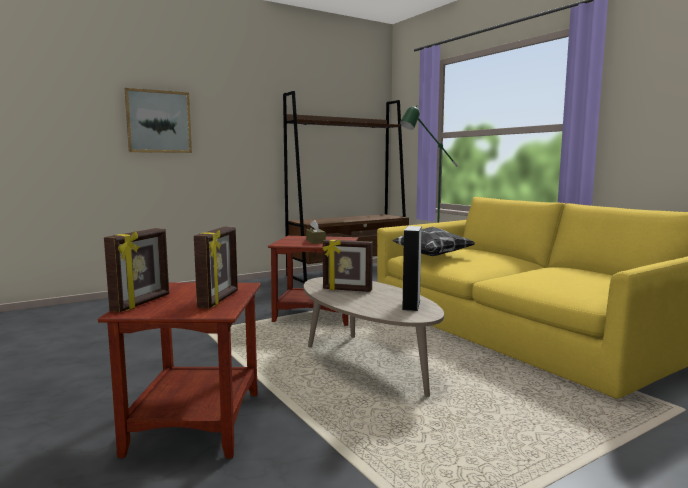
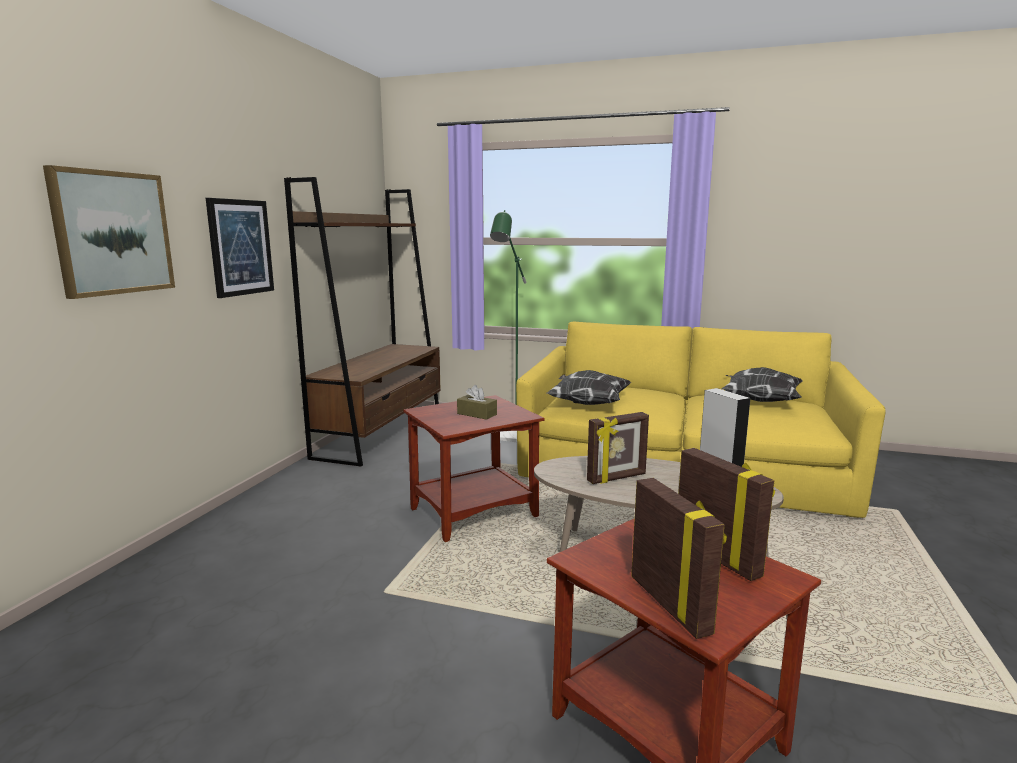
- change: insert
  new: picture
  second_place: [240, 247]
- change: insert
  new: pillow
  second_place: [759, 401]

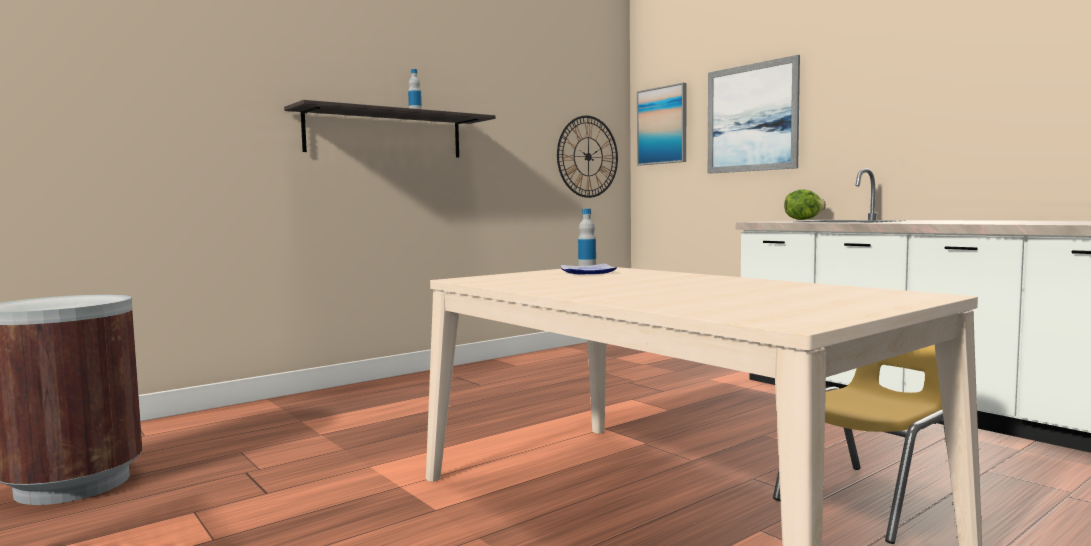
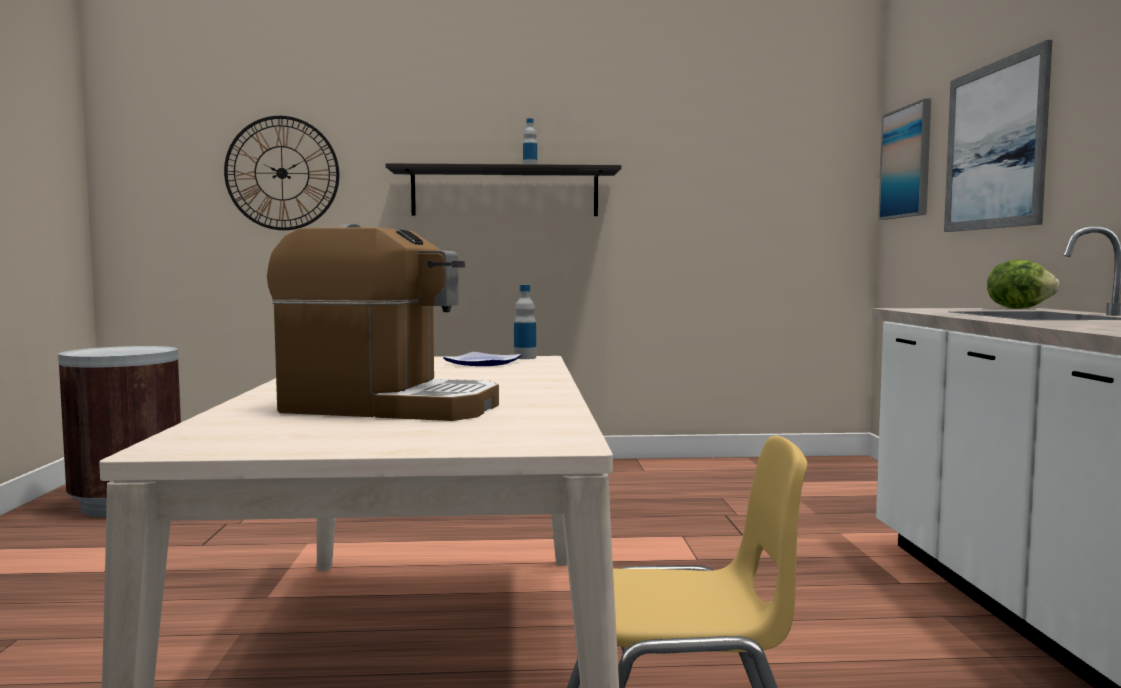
- change: move
  old: wall clock
  first_place: [588, 156]
  second_place: [282, 173]
- change: insert
  new: coffee machine
  second_place: [389, 407]

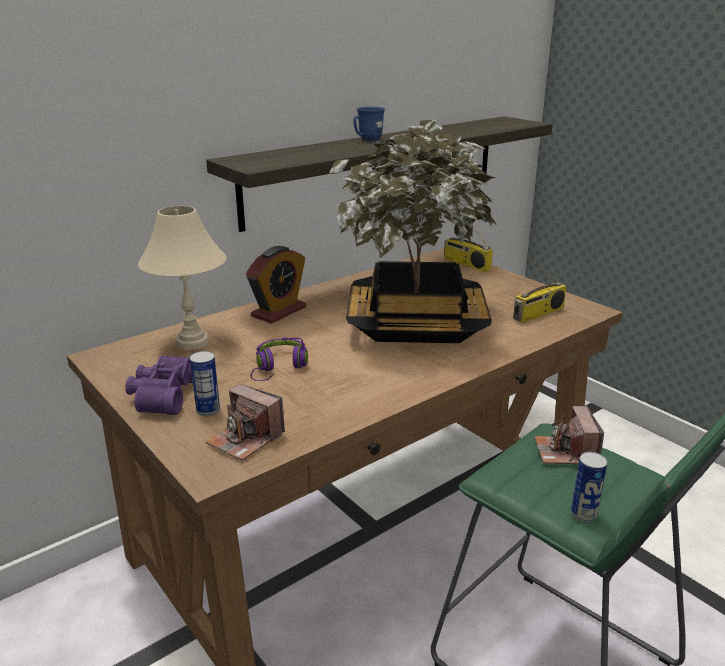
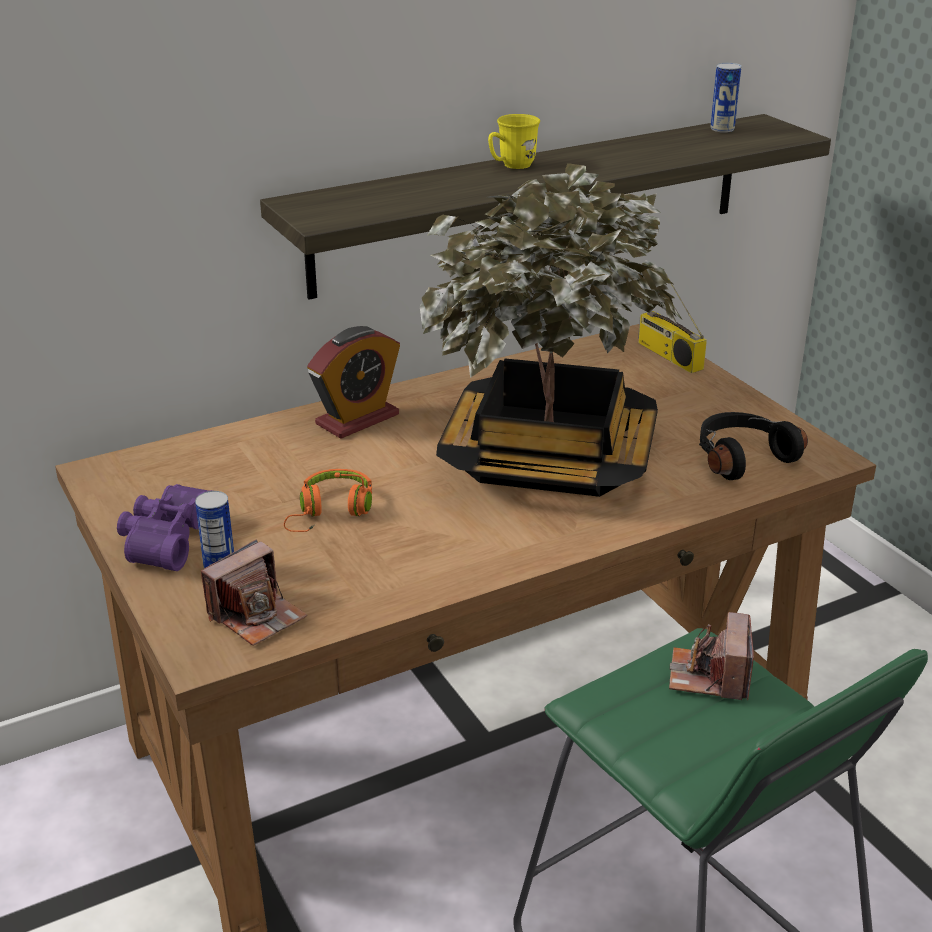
- change: delete
  old: beige table lamp
  first_place: [192, 343]
- change: rotate
  old: photo camera
  first_place: [245, 439]
  second_place: [257, 616]
  degrees: -90
- change: recolor
  old: purple headphones
  new: orange headphones
  first_place: [279, 367]
  second_place: [331, 512]
- change: recolor
  old: blue mug
  new: yellow mug
  first_place: [367, 140]
  second_place: [511, 166]
- change: replace
  old: radio
  new: black headphones
  first_place: [538, 314]
  second_place: [741, 457]
- change: move
  old: can
  first_place: [583, 514]
  second_place: [722, 129]

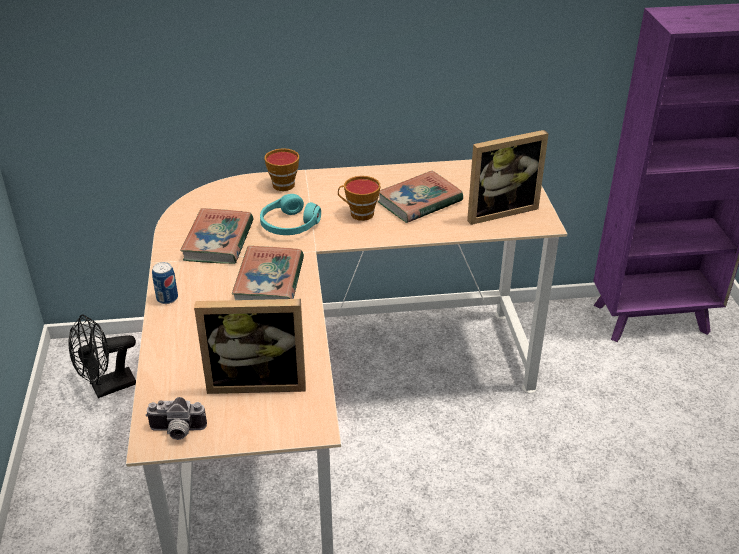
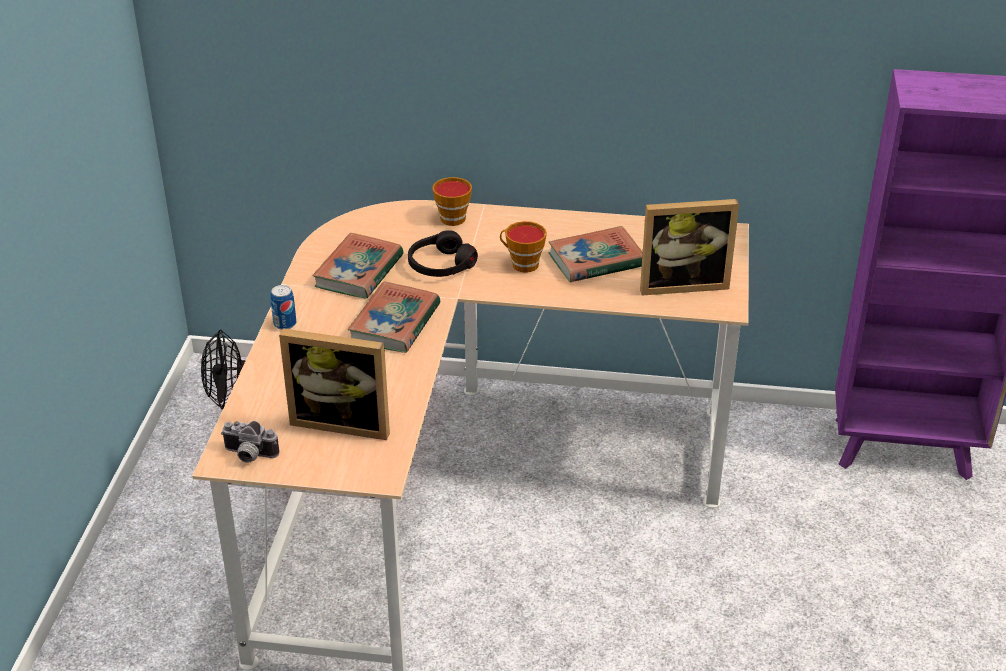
- change: recolor
  old: turquoise headphones
  new: black headphones
  first_place: [289, 225]
  second_place: [440, 265]

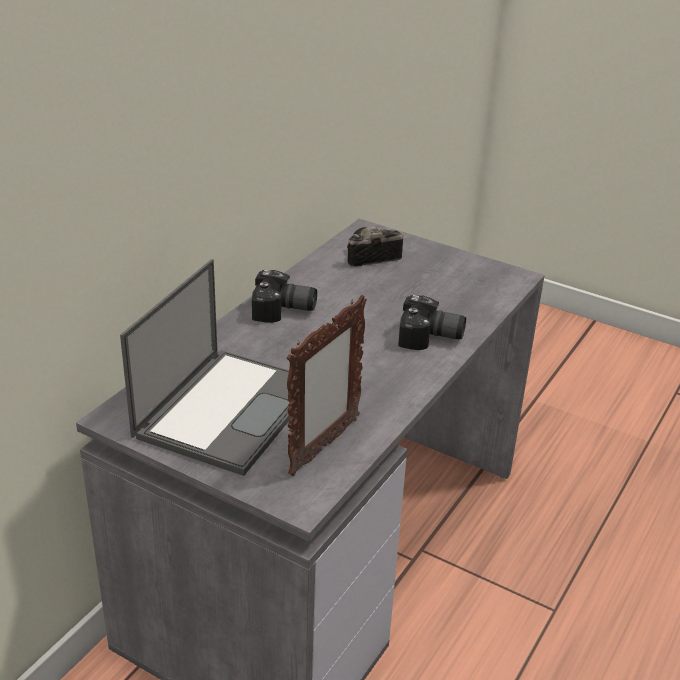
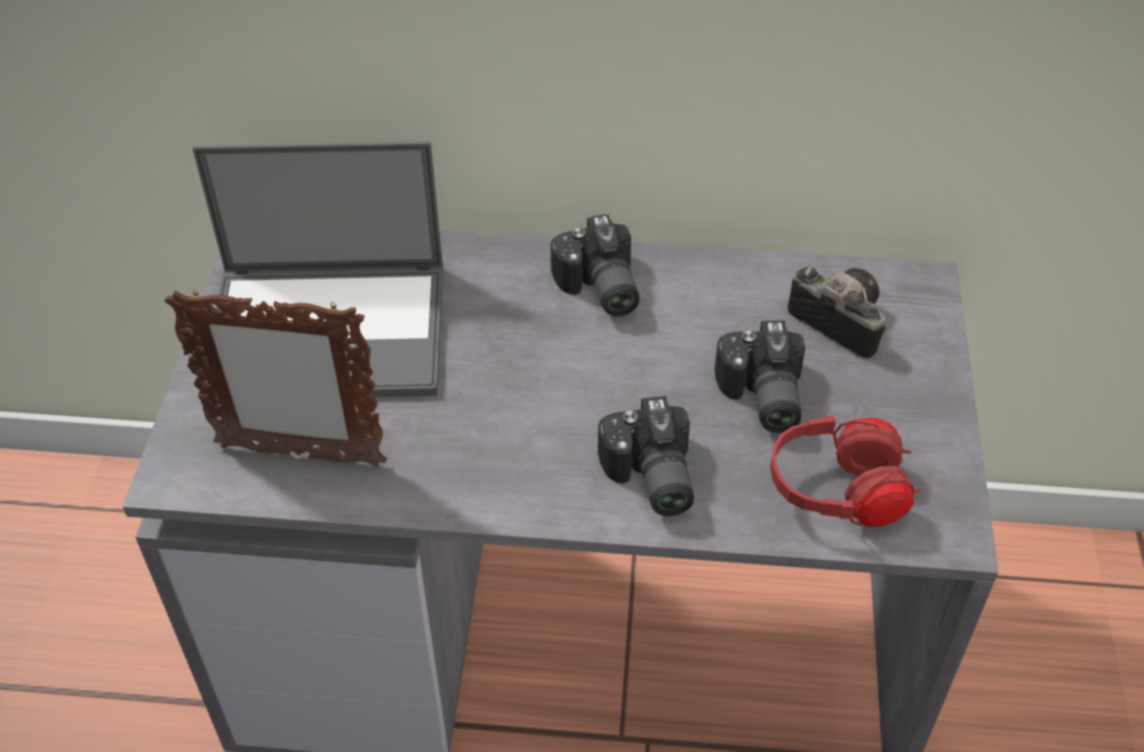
- change: insert
  new: photo camera
  second_place: [760, 397]
- change: insert
  new: red headphones
  second_place: [838, 494]

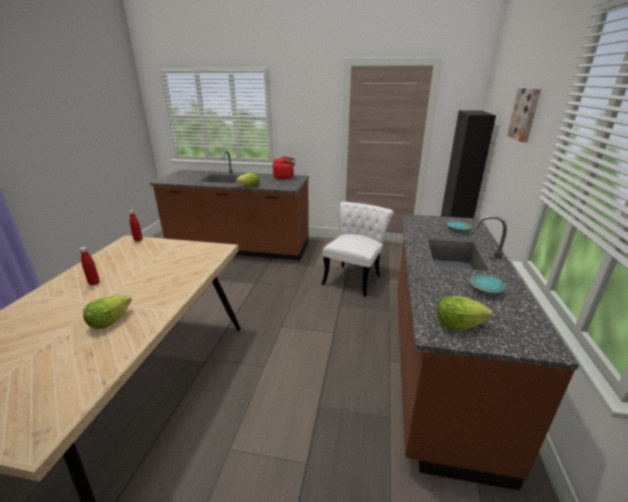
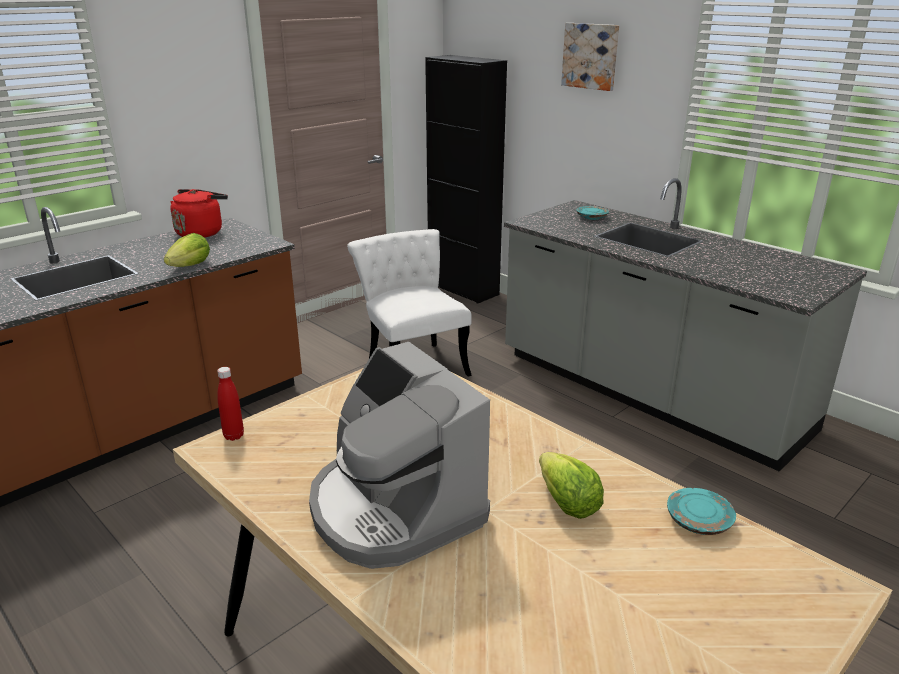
- change: replace
  old: red bottle
  new: coffee machine
  first_place: [94, 283]
  second_place: [393, 509]
- change: recolor
  old: brown counter
  new: grey counter
  first_place: [437, 366]
  second_place: [648, 393]
- change: delete
  old: lettuce
  first_place: [458, 324]
- change: move
  old: turquoise plate
  first_place: [485, 290]
  second_place: [699, 521]

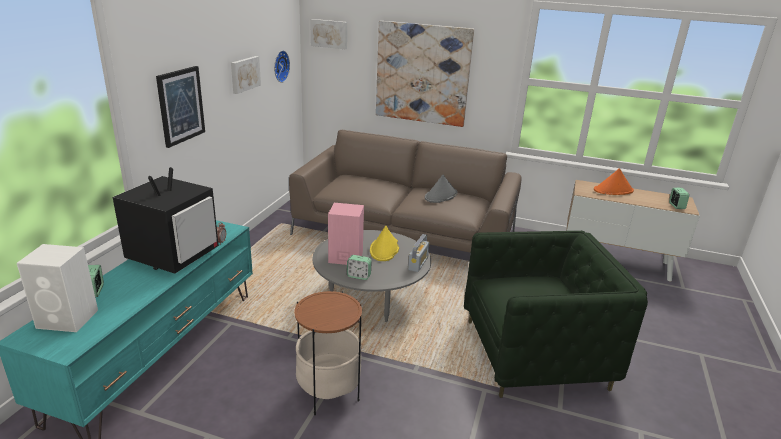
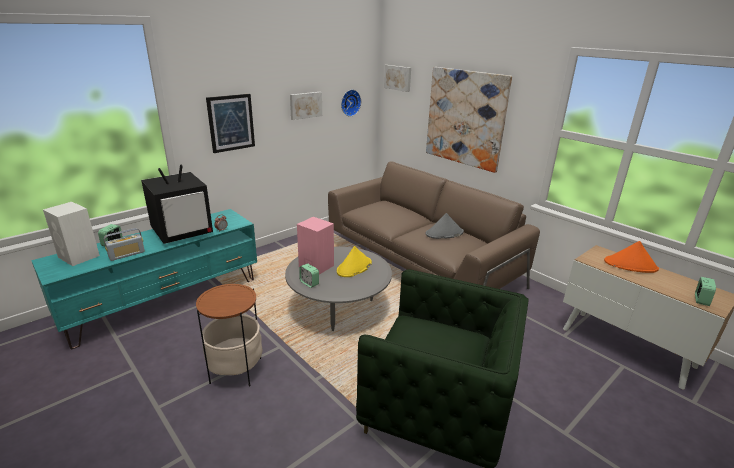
- change: move
  old: radio
  first_place: [418, 263]
  second_place: [127, 254]

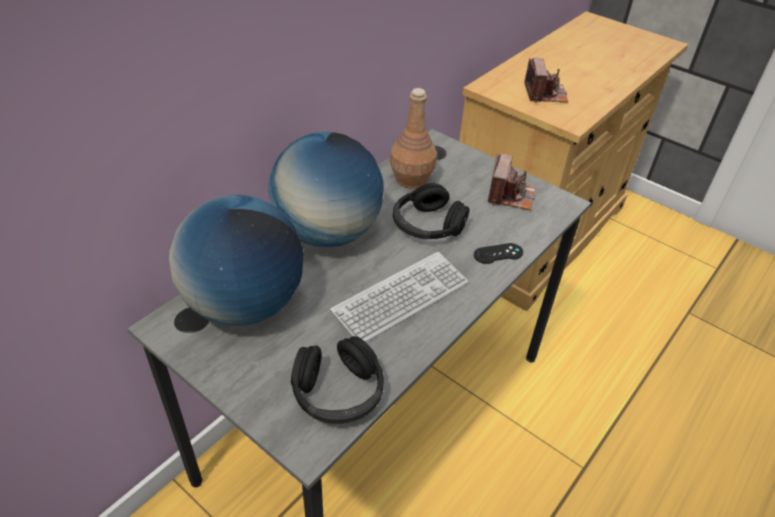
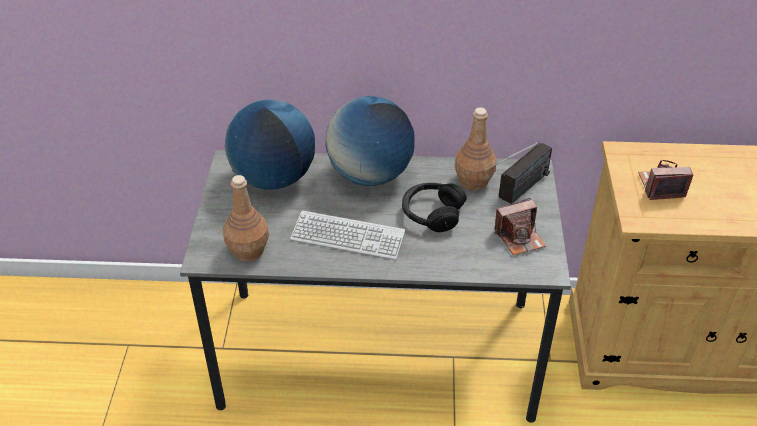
- change: replace
  old: black headphones
  new: brown bottle
  first_place: [338, 392]
  second_place: [247, 250]
- change: delete
  old: black game controller
  first_place: [498, 254]
- change: rotate
  old: photo camera
  first_place: [545, 94]
  second_place: [660, 187]
  degrees: -150
- change: insert
  new: radio
  second_place: [515, 194]

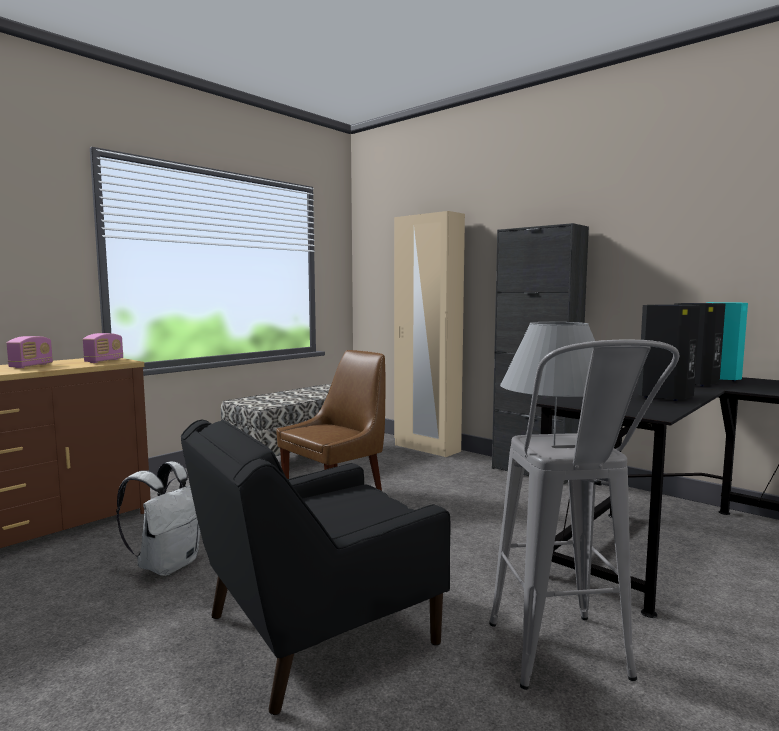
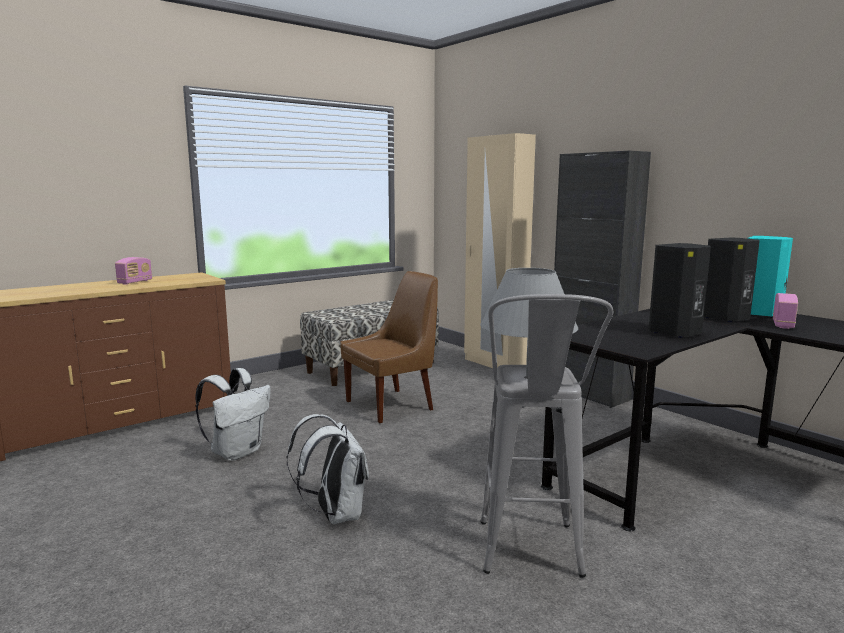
- change: move
  old: radio
  first_place: [104, 361]
  second_place: [783, 324]
- change: replace
  old: black armchair
  new: white backpack
  first_place: [314, 632]
  second_place: [335, 514]

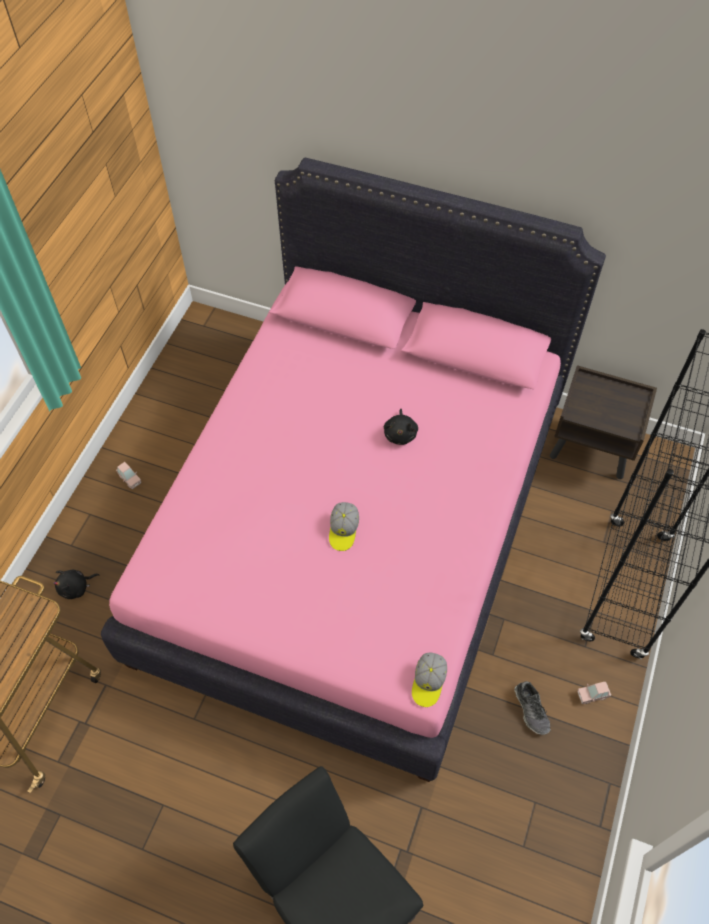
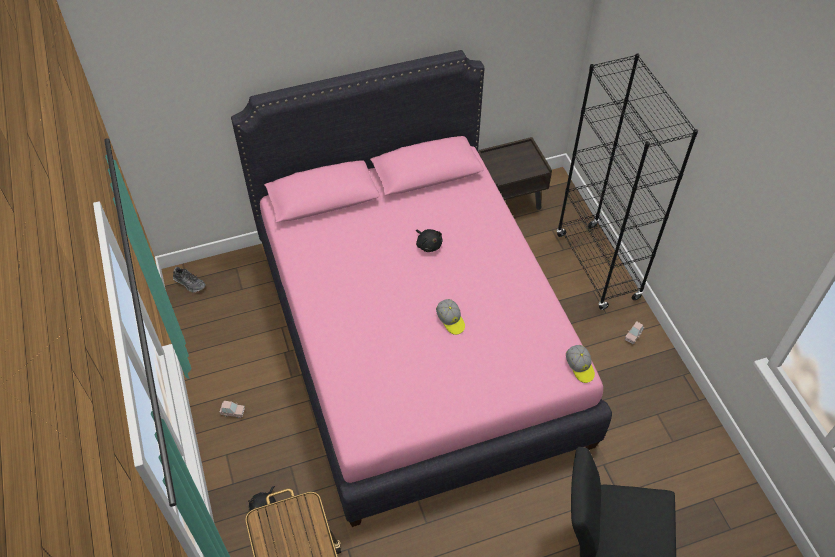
- change: move
  old: shoe
  first_place: [531, 710]
  second_place: [189, 283]

